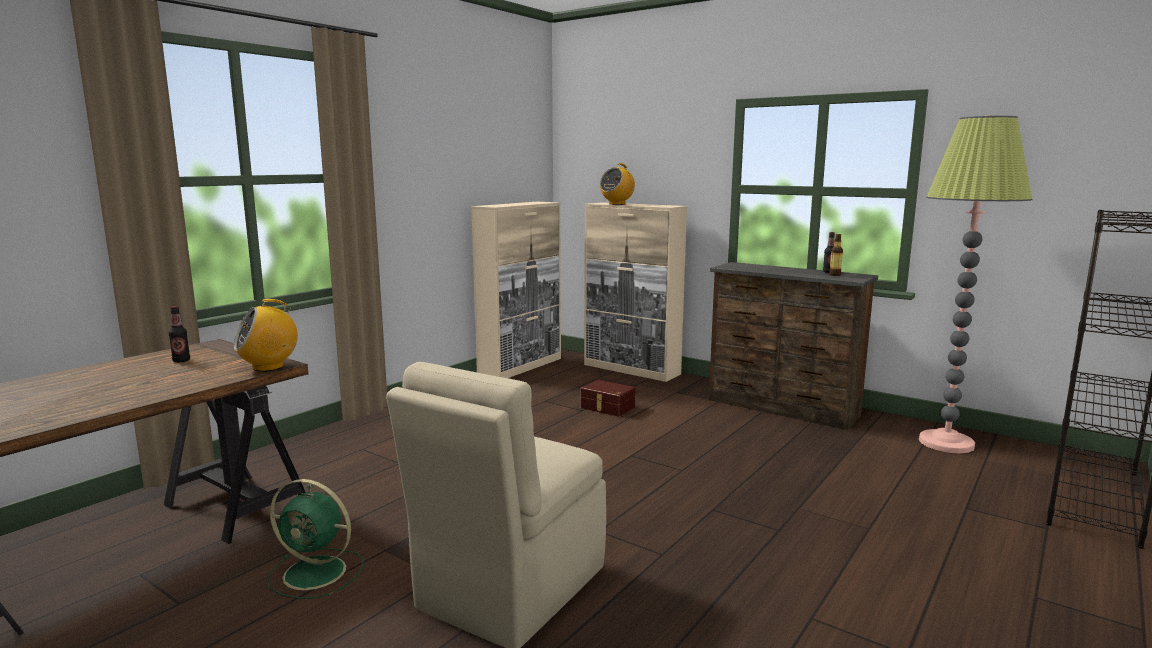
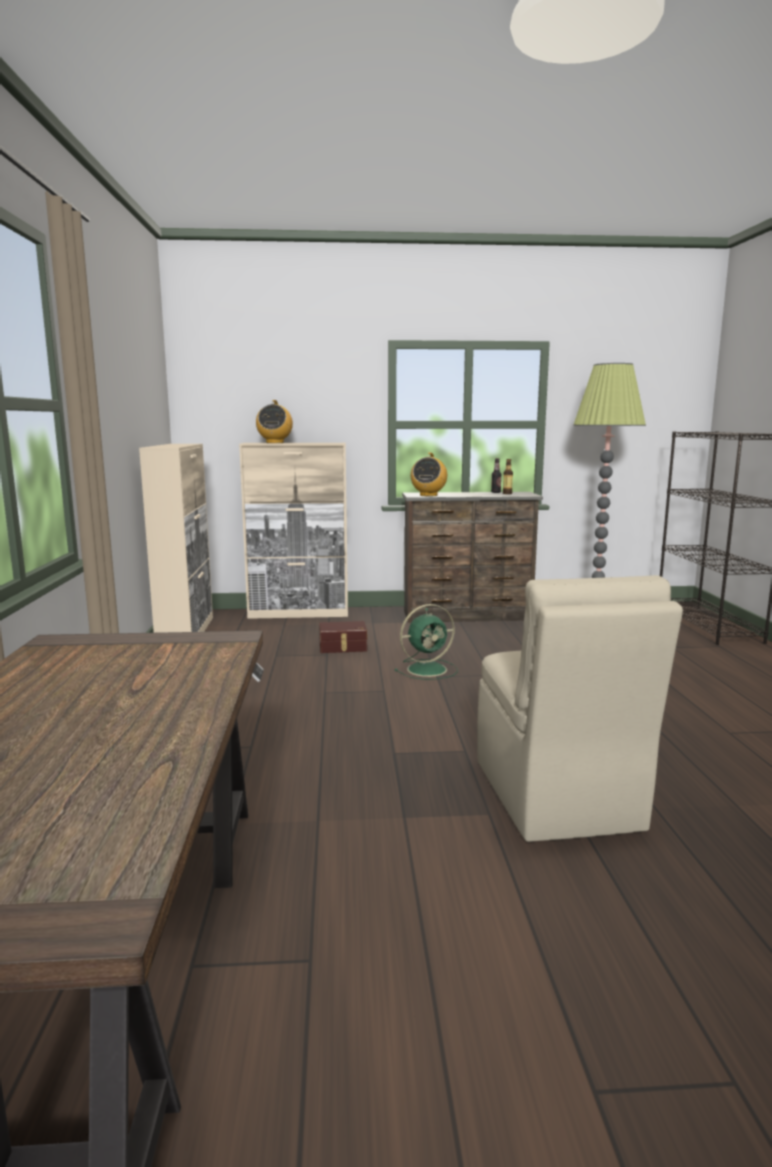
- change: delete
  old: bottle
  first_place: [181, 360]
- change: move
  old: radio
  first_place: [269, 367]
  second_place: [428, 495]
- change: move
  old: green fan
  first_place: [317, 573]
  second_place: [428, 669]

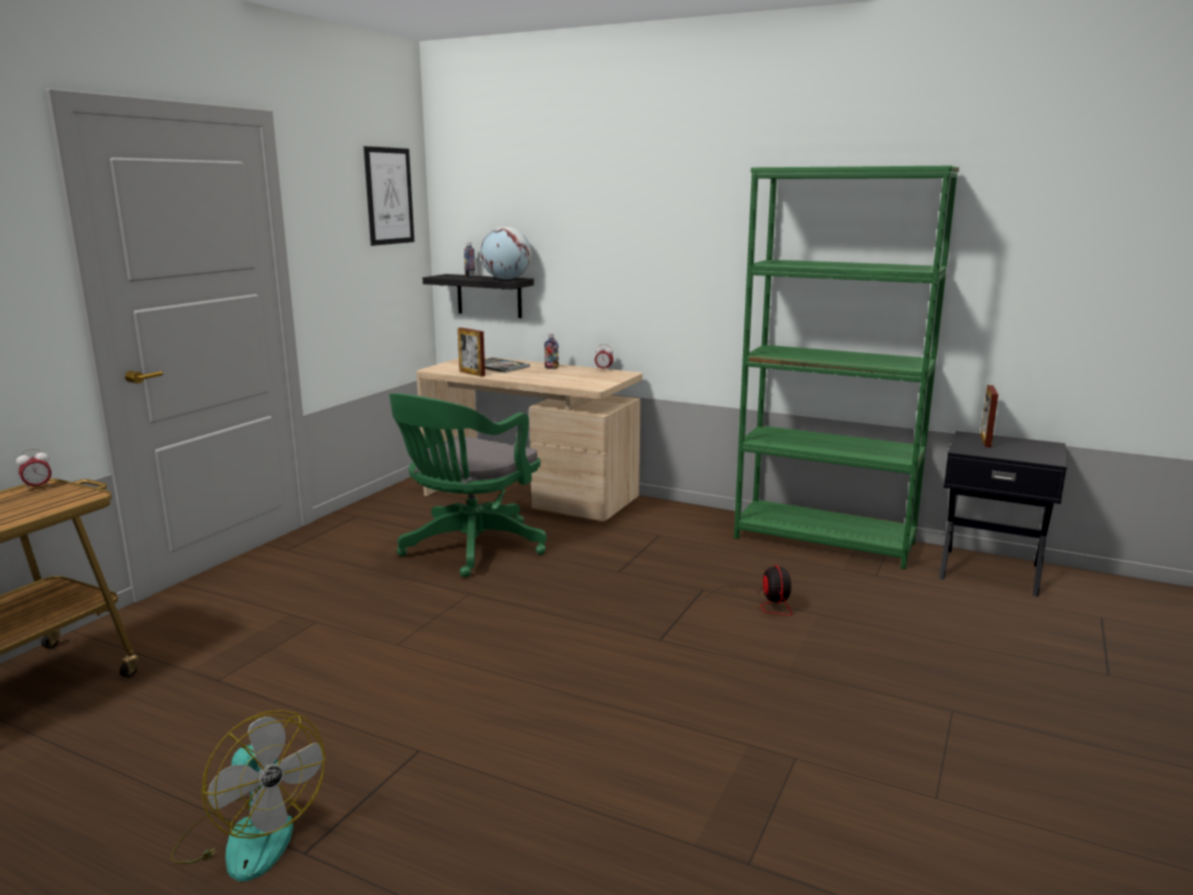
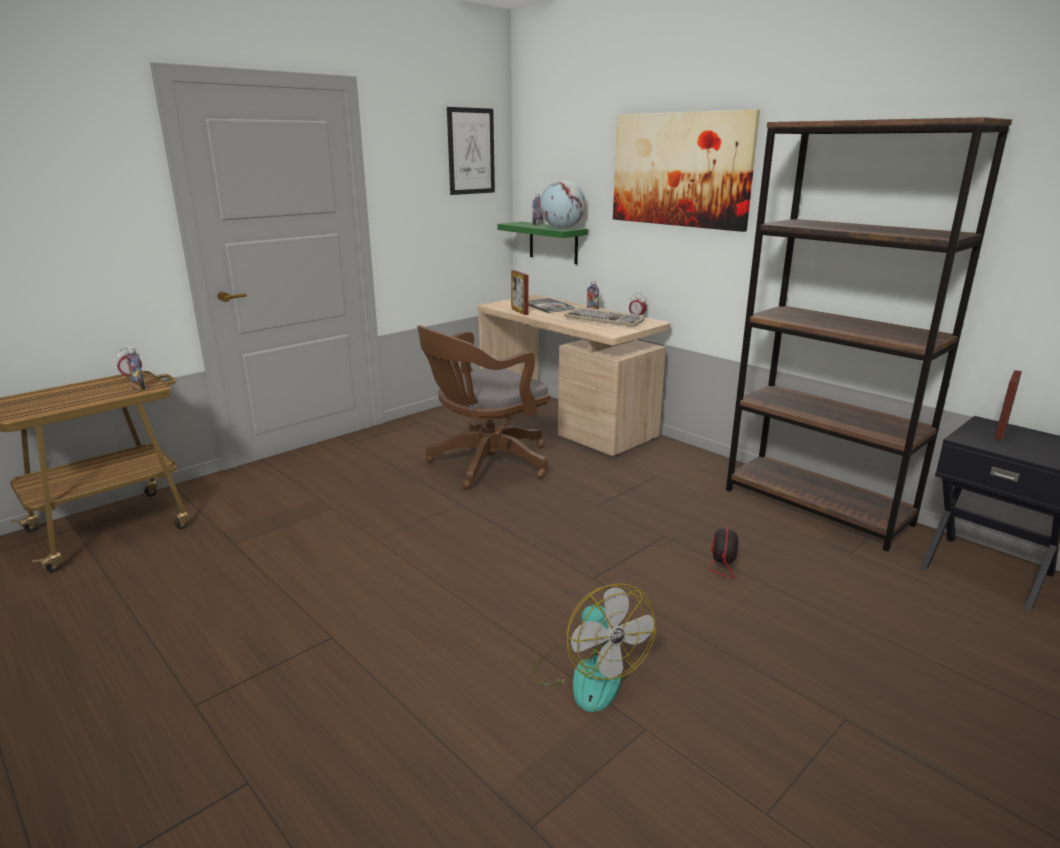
- change: move
  old: fan
  first_place: [250, 835]
  second_place: [588, 674]
- change: recolor
  old: green office chair
  new: brown office chair
  first_place: [468, 549]
  second_place: [485, 464]
- change: recolor
  old: black shelf
  new: green shelf
  first_place: [489, 296]
  second_place: [553, 242]
- change: recolor
  old: green bookcase
  new: brown bookcase
  first_place: [824, 540]
  second_place: [817, 507]
- change: insert
  new: bottle
  second_place: [139, 388]
- change: insert
  new: keyboard
  second_place: [605, 320]
- change: insert
  new: picture
  second_place: [680, 170]

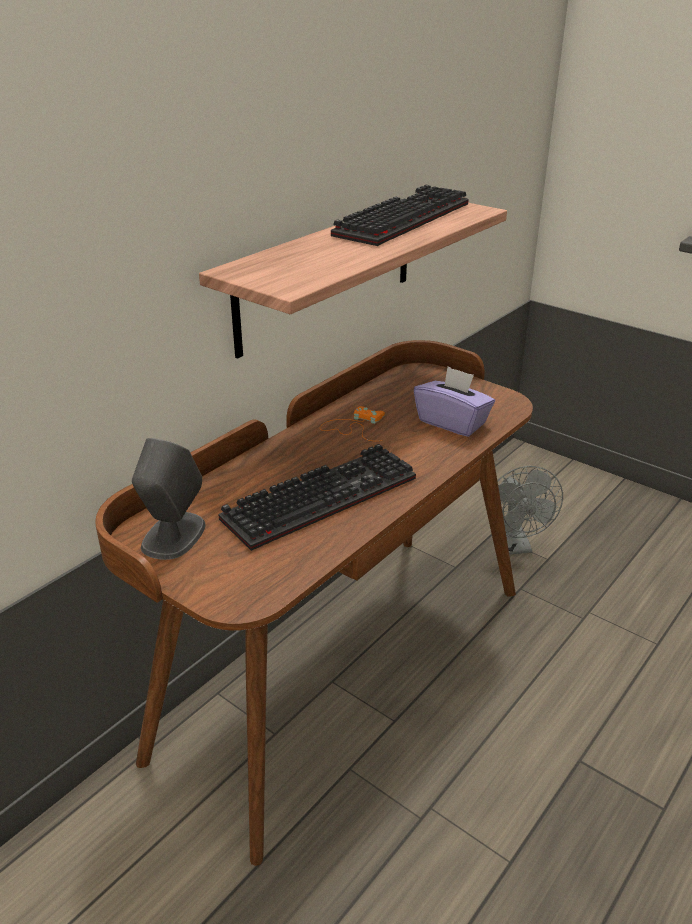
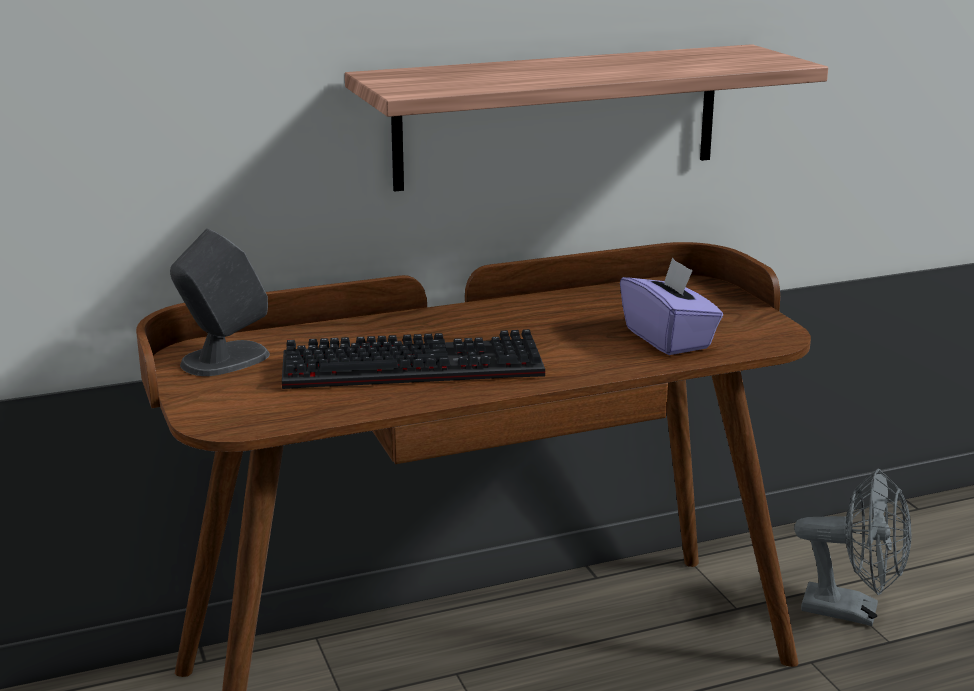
- change: delete
  old: orange game controller
  first_place: [354, 427]
- change: delete
  old: keyboard
  first_place: [402, 218]
- change: rotate
  old: grey fan
  first_place: [515, 545]
  second_place: [852, 611]
  degrees: -90

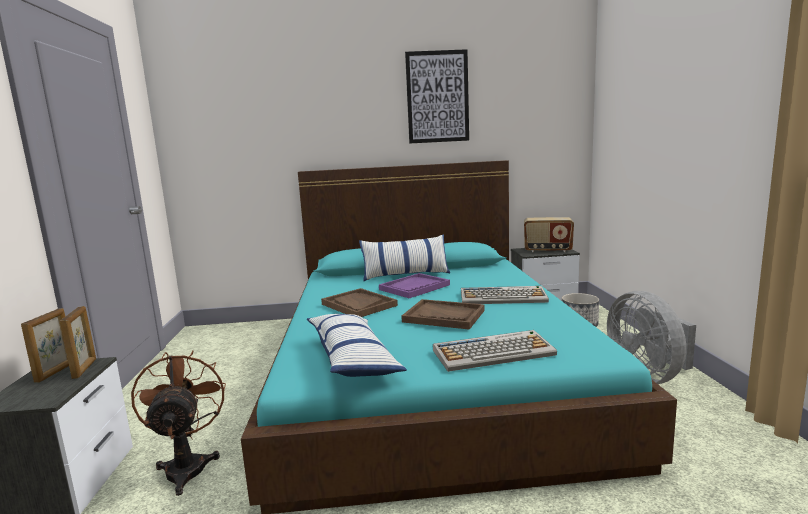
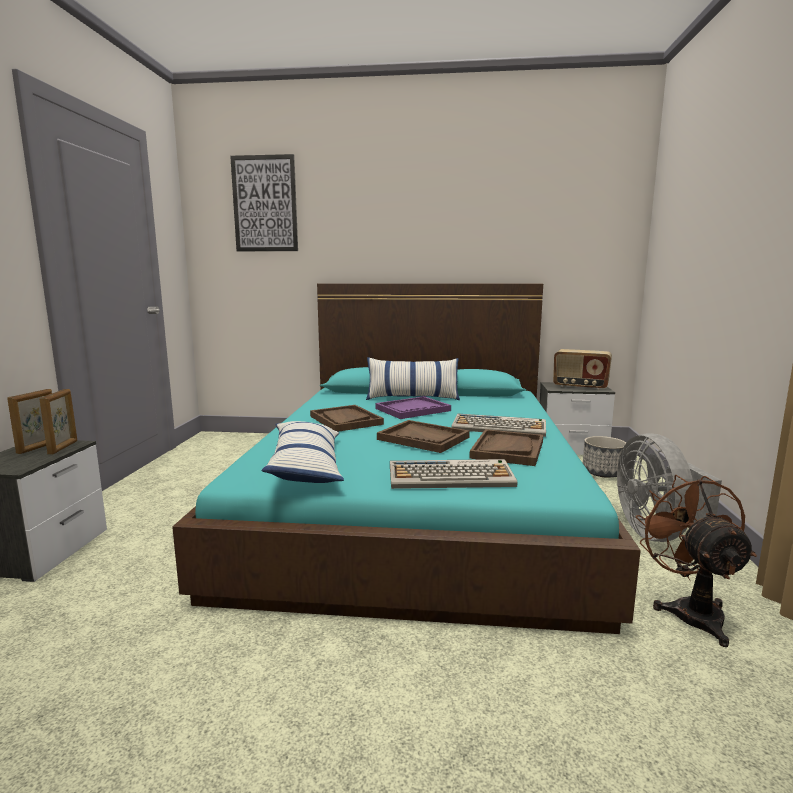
- change: move
  old: brown fan
  first_place: [187, 465]
  second_place: [690, 610]
- change: move
  old: picture
  first_place: [437, 97]
  second_place: [265, 204]
- change: insert
  new: brown tray
  second_place: [507, 449]

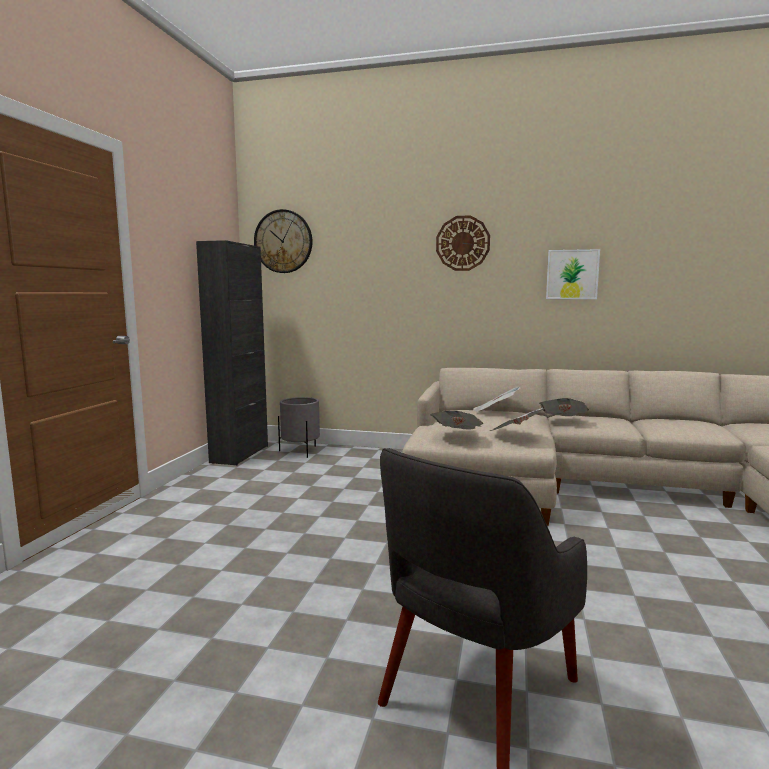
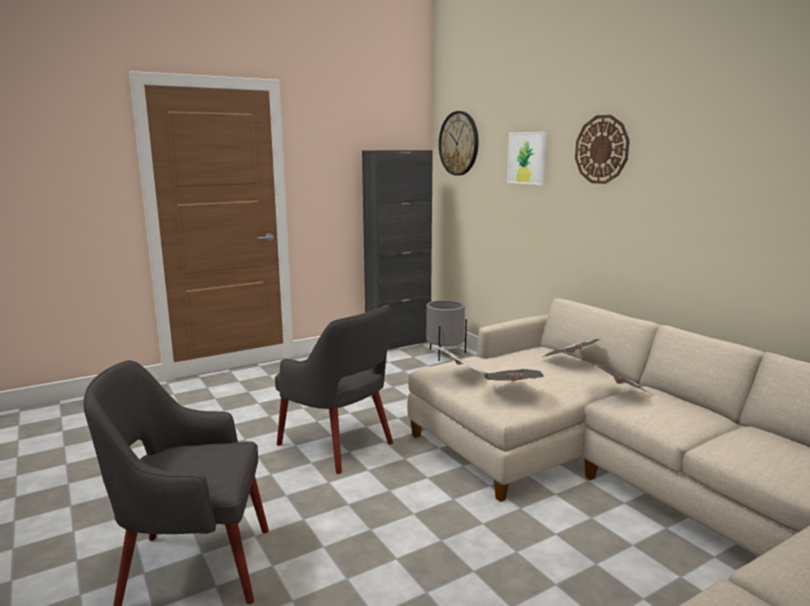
- change: move
  old: picture
  first_place: [572, 274]
  second_place: [527, 158]
- change: insert
  new: grey armchair
  second_place: [337, 444]

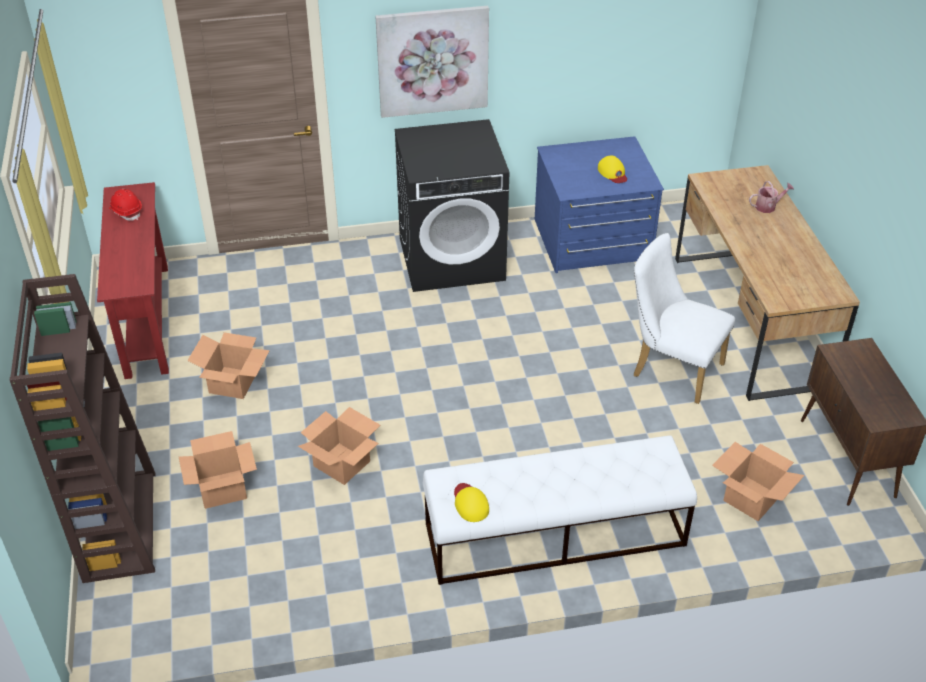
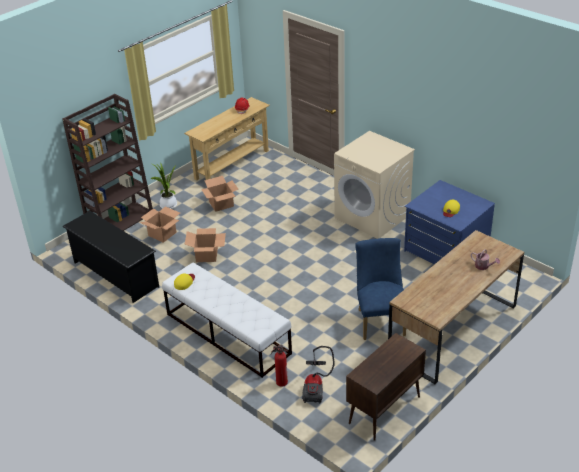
- change: recolor
  old: red console table
  new: beige console table
  first_place: [146, 320]
  second_place: [231, 164]
- change: delete
  old: picture
  first_place: [433, 61]
- change: recolor
  old: black washing machine
  new: beige washing machine
  first_place: [452, 258]
  second_place: [372, 216]
- change: recolor
  old: white chair
  new: blue chair
  first_place: [671, 368]
  second_place: [380, 320]
- change: replace
  old: cardboard box
  new: vacuum cleaner
  first_place: [751, 499]
  second_place: [316, 387]
- change: insert
  new: black shoe rack
  second_place: [115, 274]
- change: insert
  new: potted plant
  second_place: [168, 206]
- change: insert
  new: fire extinguisher
  second_place: [281, 382]

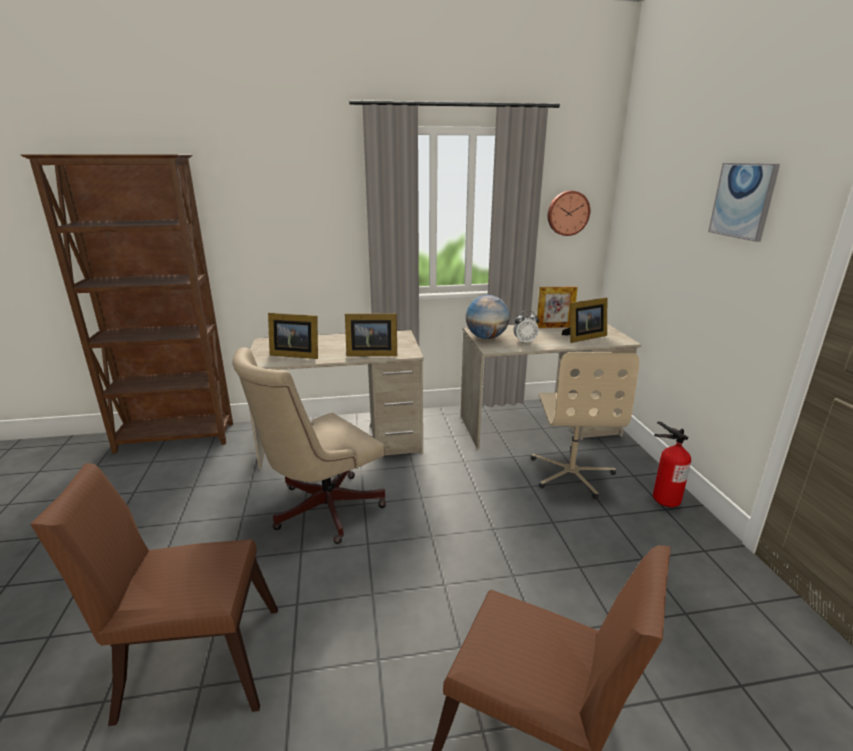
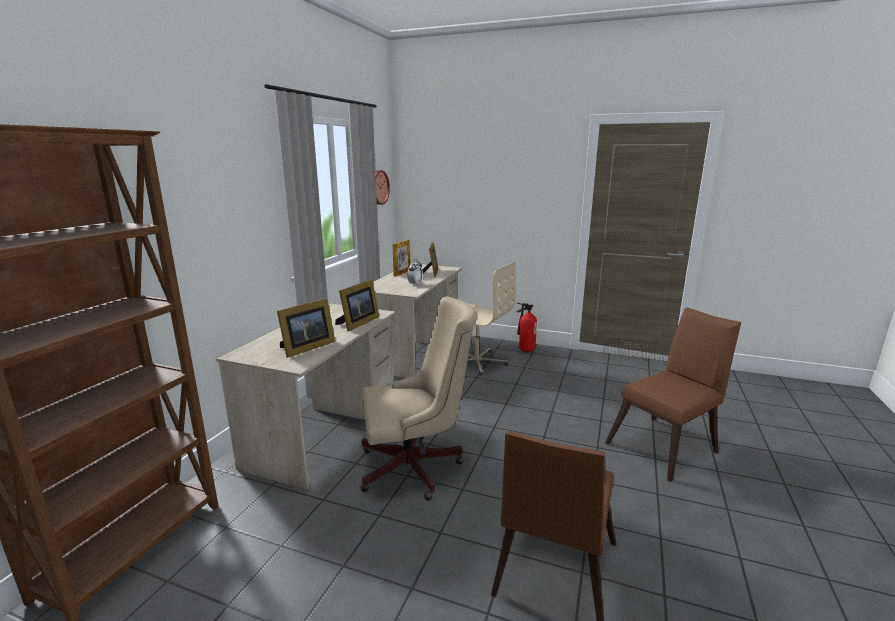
- change: rotate
  old: beige office chair
  first_place: [320, 510]
  second_place: [416, 467]
  degrees: -90
- change: delete
  old: globe
  first_place: [486, 337]
- change: delete
  old: picture
  first_place: [743, 200]

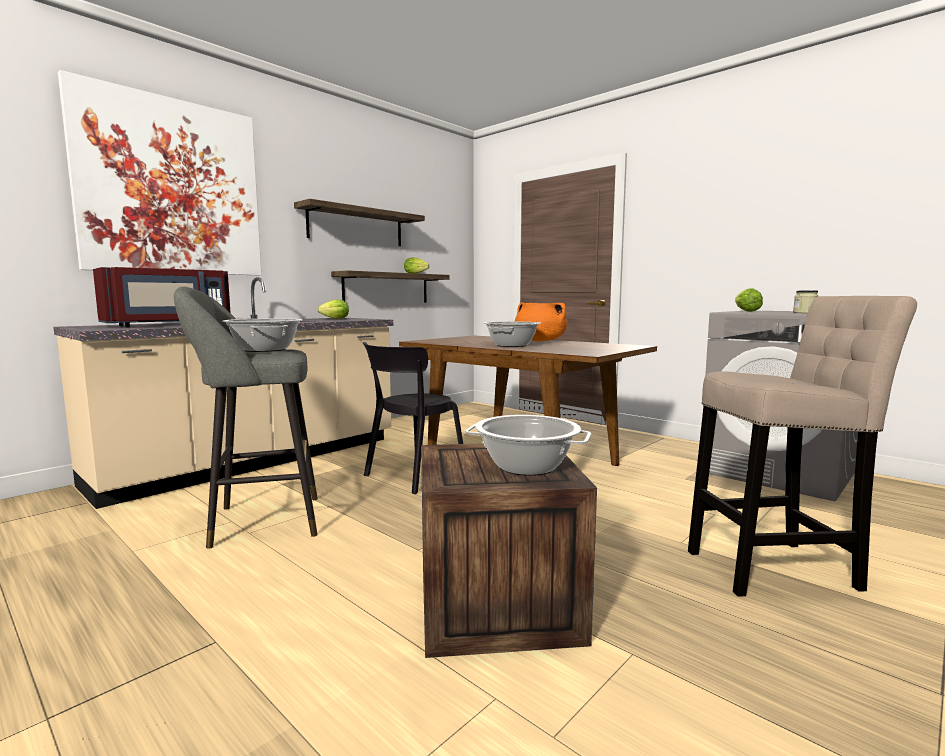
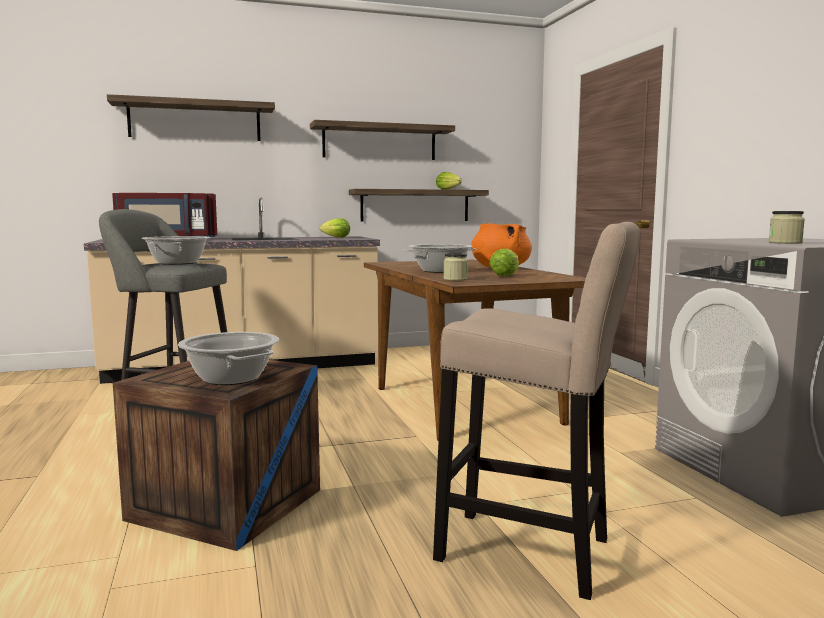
- change: replace
  old: picture
  new: shelf
  first_place: [171, 187]
  second_place: [195, 121]
- change: delete
  old: black chair
  first_place: [412, 476]
- change: move
  old: lettuce
  first_place: [745, 311]
  second_place: [506, 275]
- change: insert
  new: jar
  second_place: [455, 279]

